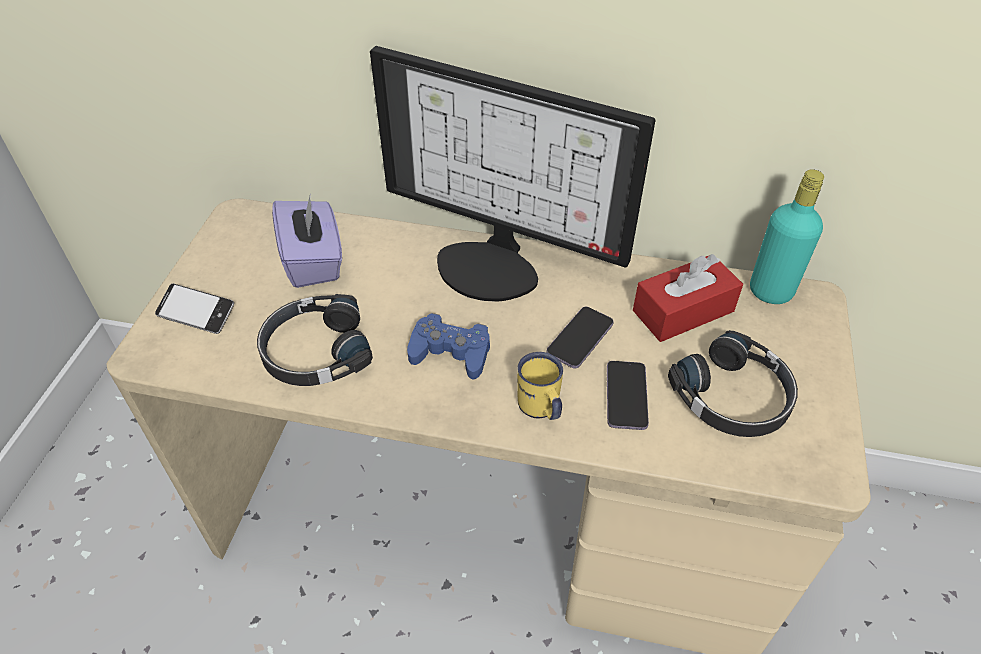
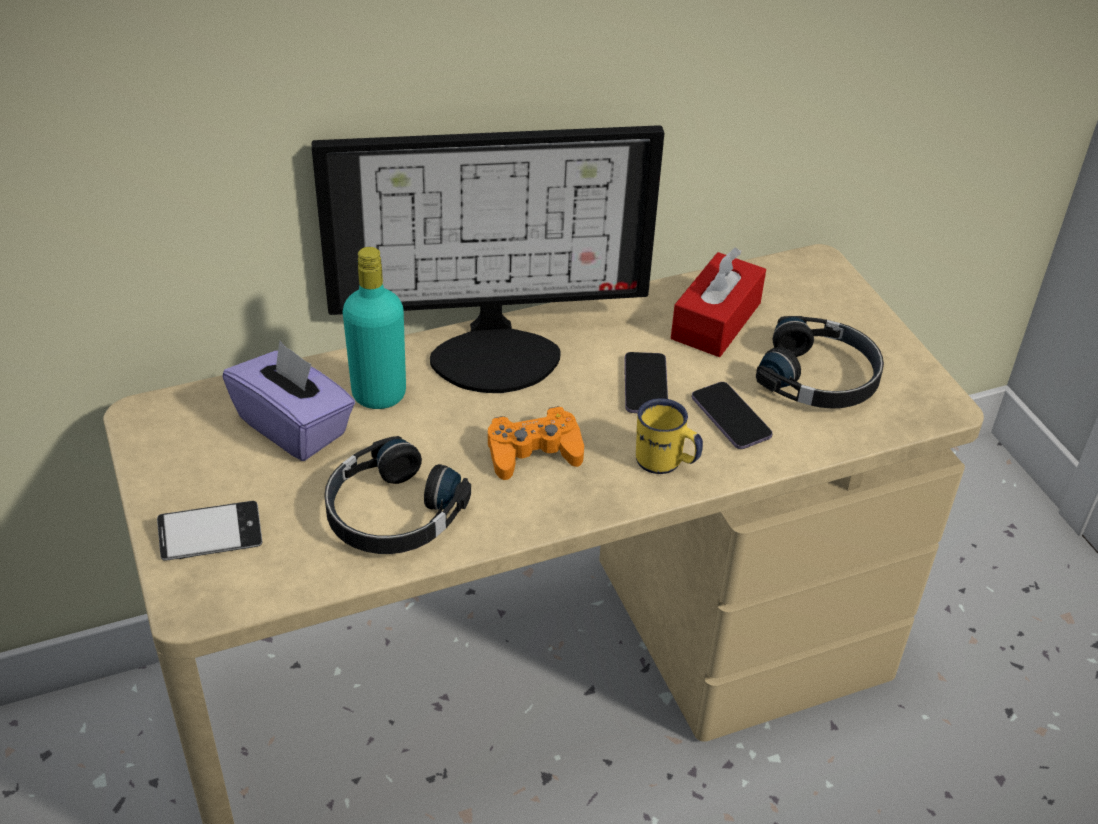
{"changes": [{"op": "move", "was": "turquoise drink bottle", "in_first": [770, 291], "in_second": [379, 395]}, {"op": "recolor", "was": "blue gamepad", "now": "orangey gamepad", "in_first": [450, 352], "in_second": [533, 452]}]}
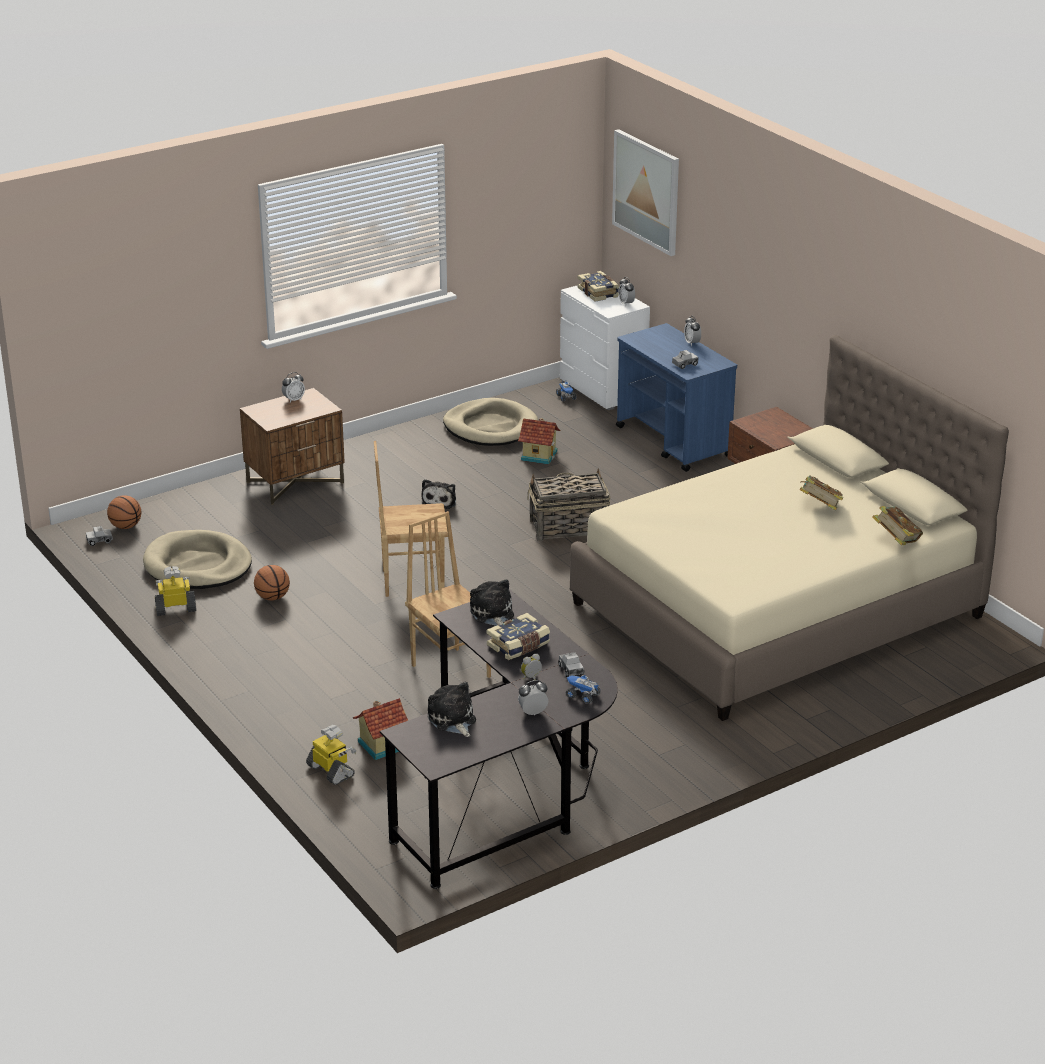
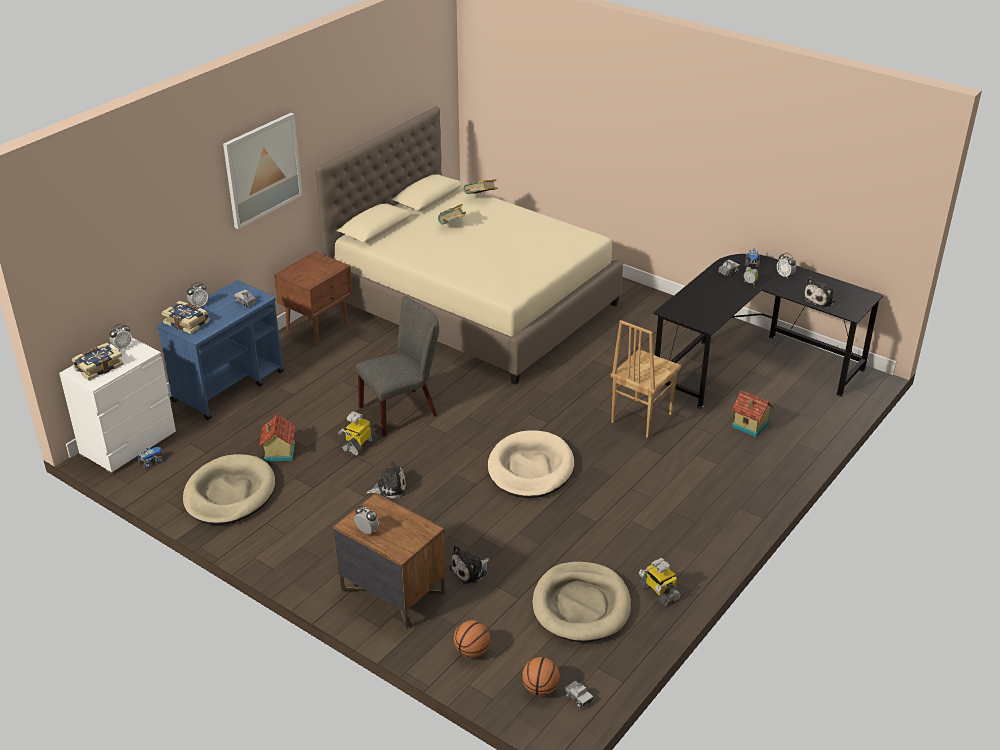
{"changes": [{"op": "move", "was": "bound book", "in_first": [519, 646], "in_second": [187, 322]}, {"op": "move", "was": "wall picture", "in_first": [646, 191], "in_second": [262, 169]}, {"op": "move", "was": "model robot", "in_first": [331, 771], "in_second": [358, 444]}, {"op": "replace", "was": "basket", "now": "grey chair", "in_first": [567, 527], "in_second": [403, 410]}, {"op": "move", "was": "plush toy", "in_first": [492, 614], "in_second": [470, 571]}, {"op": "move", "was": "ball for basketball", "in_first": [272, 597], "in_second": [472, 651]}, {"op": "replace", "was": "brown chair", "now": "beige dog cushion", "in_first": [412, 581], "in_second": [530, 468]}]}
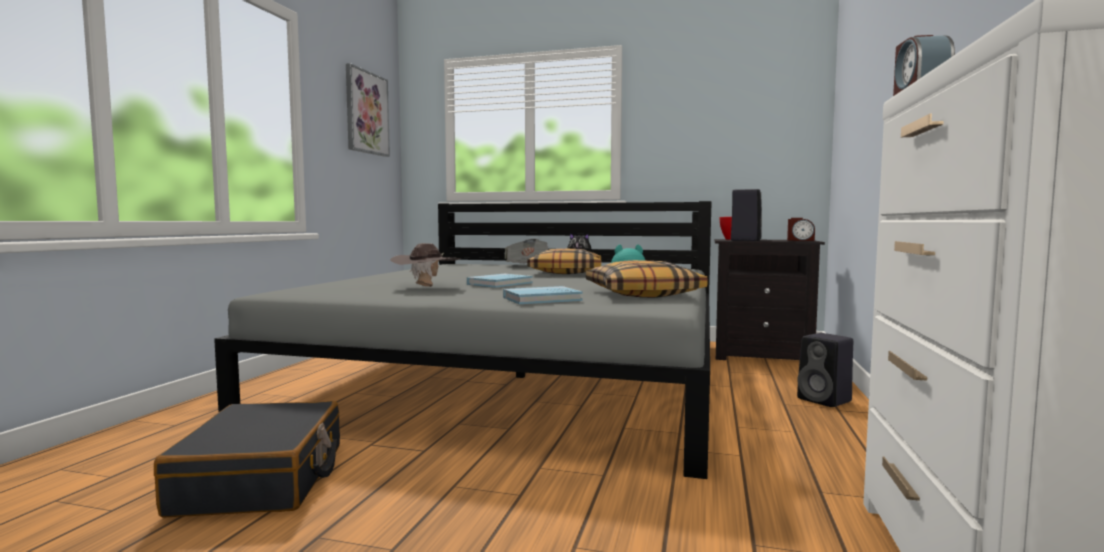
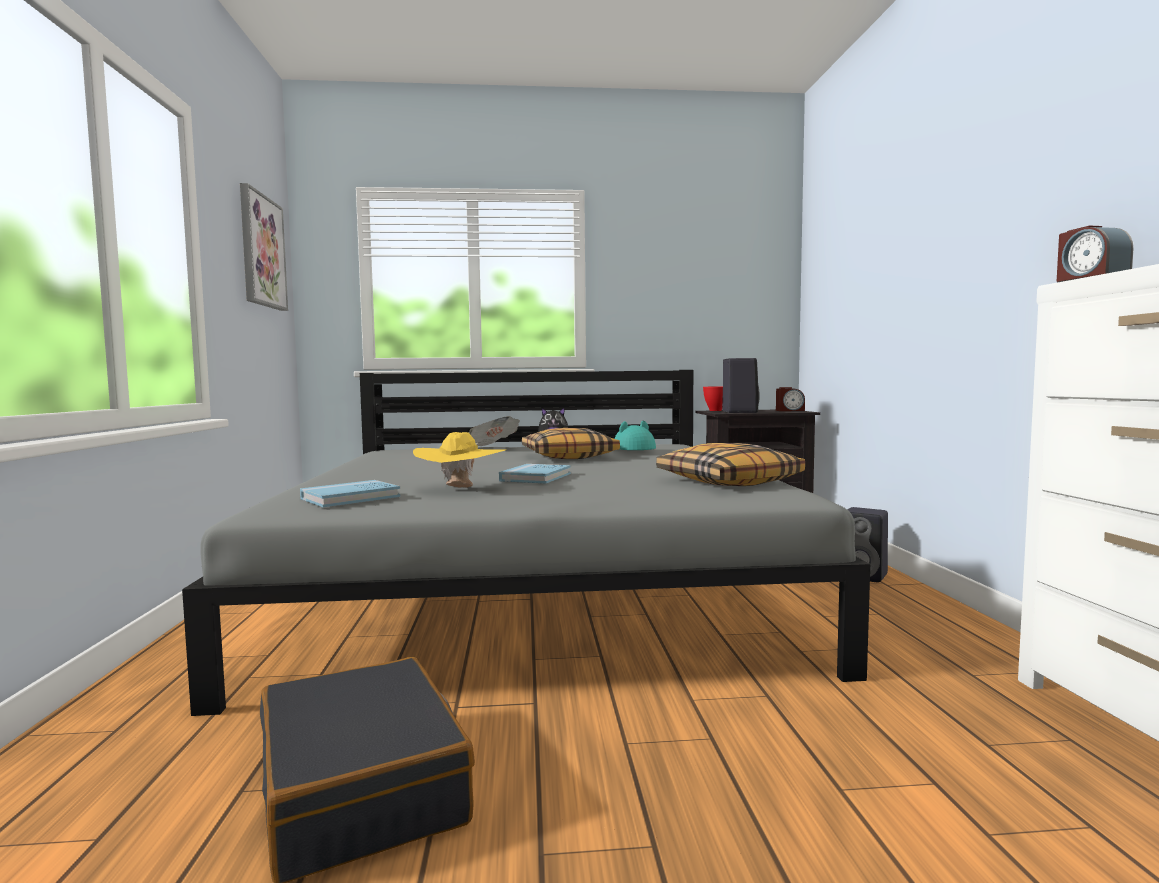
{"changes": [{"op": "move", "was": "blue bound book", "in_first": [542, 299], "in_second": [350, 497]}, {"op": "recolor", "was": "brown wearable hat", "now": "yellowish wearable hat", "in_first": [426, 288], "in_second": [461, 489]}]}
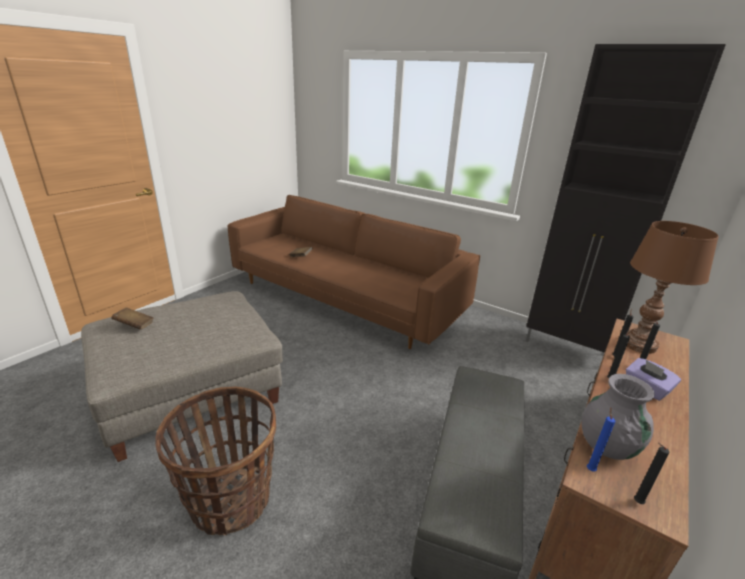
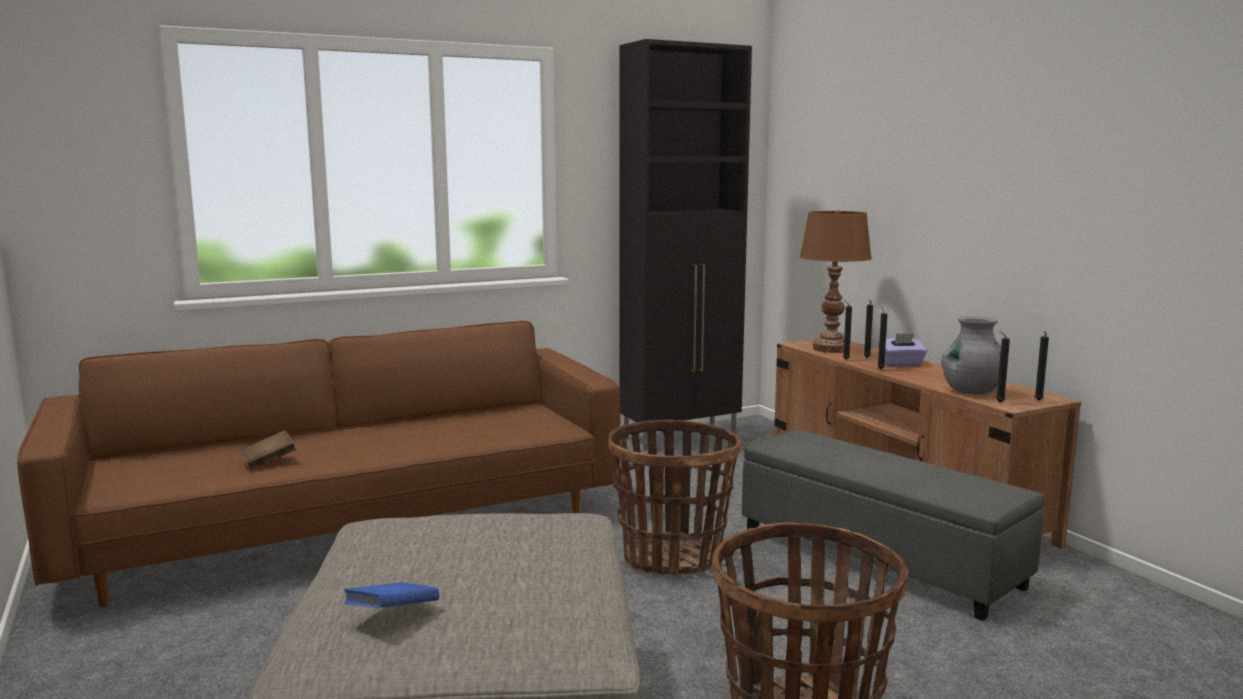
{"changes": [{"op": "recolor", "was": "brown bound book", "now": "blue bound book", "in_first": [135, 325], "in_second": [393, 615]}, {"op": "insert", "now": "basket", "in_second": [672, 557]}, {"op": "recolor", "was": "blue candle", "now": "black candle", "in_first": [590, 469], "in_second": [998, 402]}]}
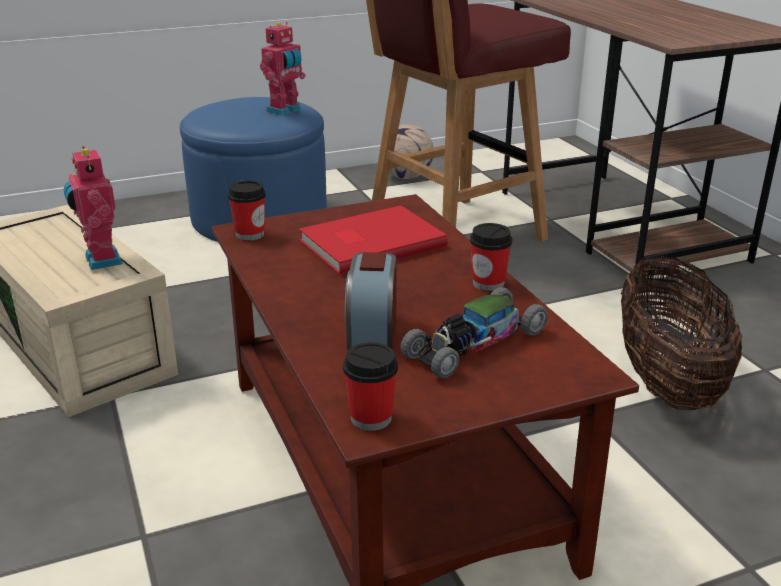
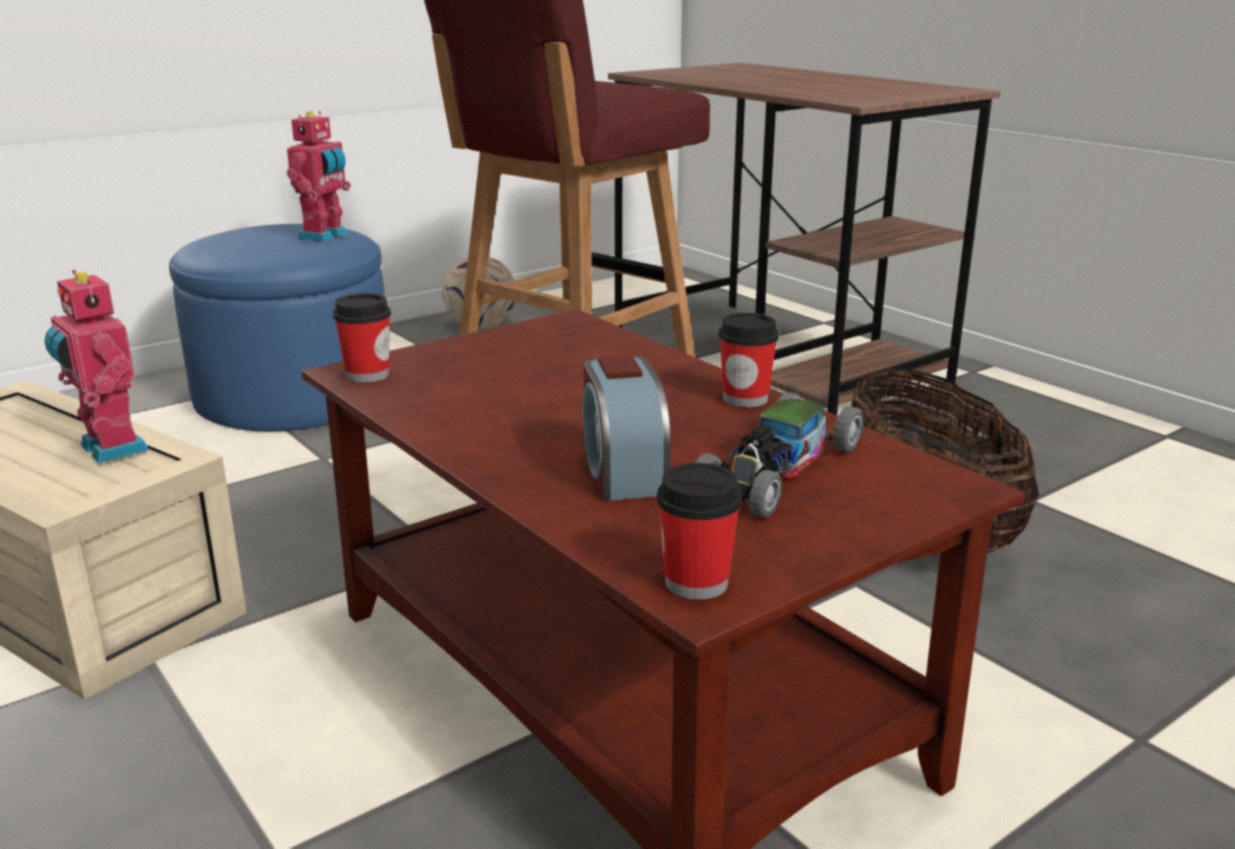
{"changes": [{"op": "delete", "was": "reddish bound book", "in_first": [369, 243]}]}
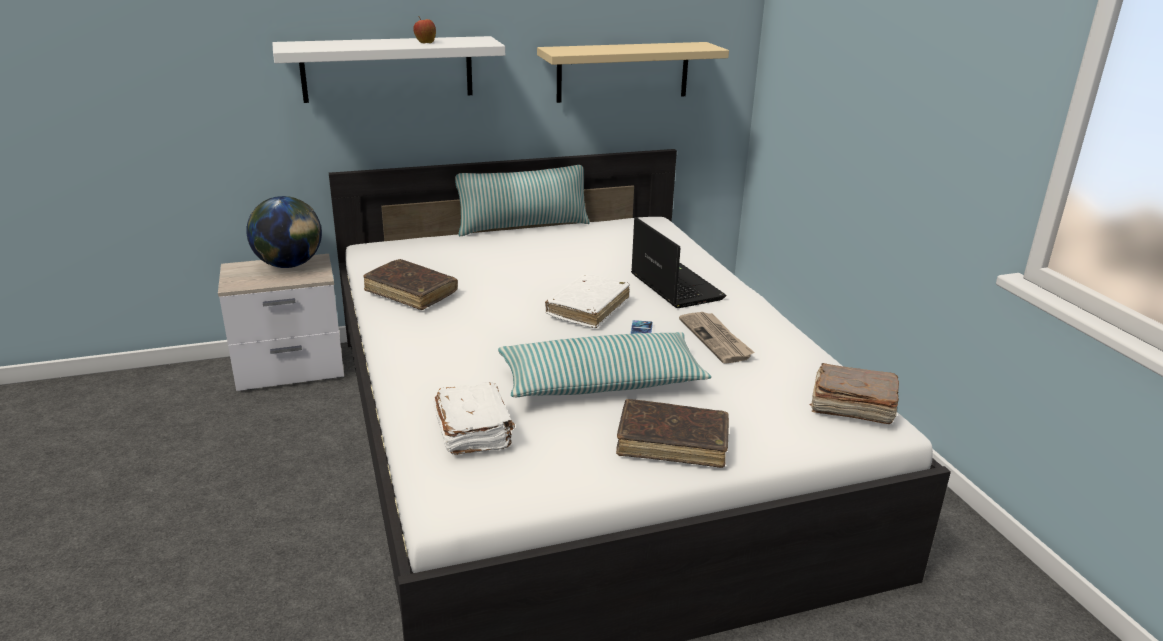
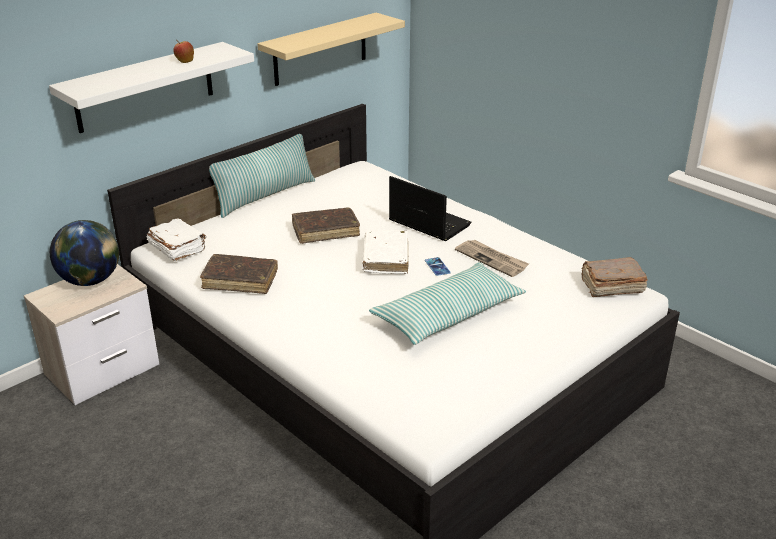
{"changes": [{"op": "move", "was": "white bound book", "in_first": [474, 432], "in_second": [177, 248]}, {"op": "move", "was": "brown bound book", "in_first": [672, 443], "in_second": [325, 231]}]}
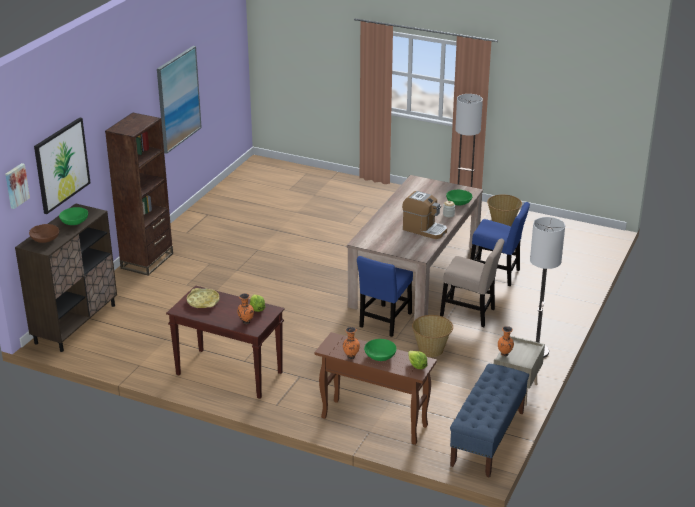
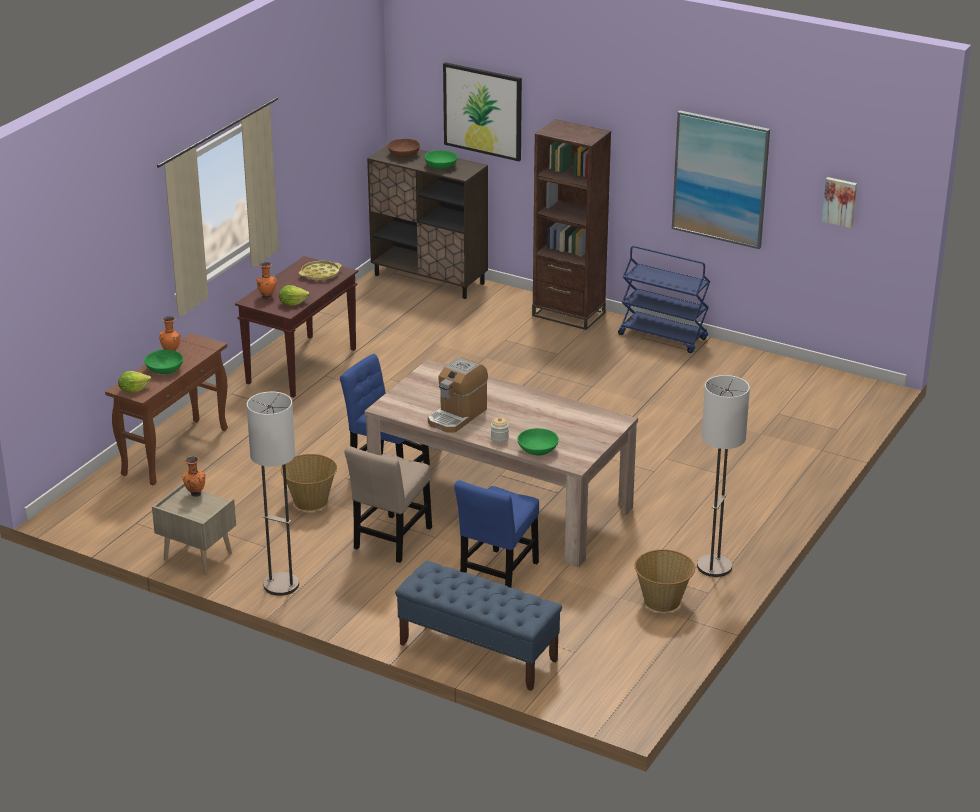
{"changes": [{"op": "move", "was": "blue bench", "in_first": [487, 439], "in_second": [477, 652]}, {"op": "insert", "now": "blue cart", "in_second": [663, 337]}, {"op": "move", "was": "wall picture", "in_first": [16, 185], "in_second": [840, 201]}]}
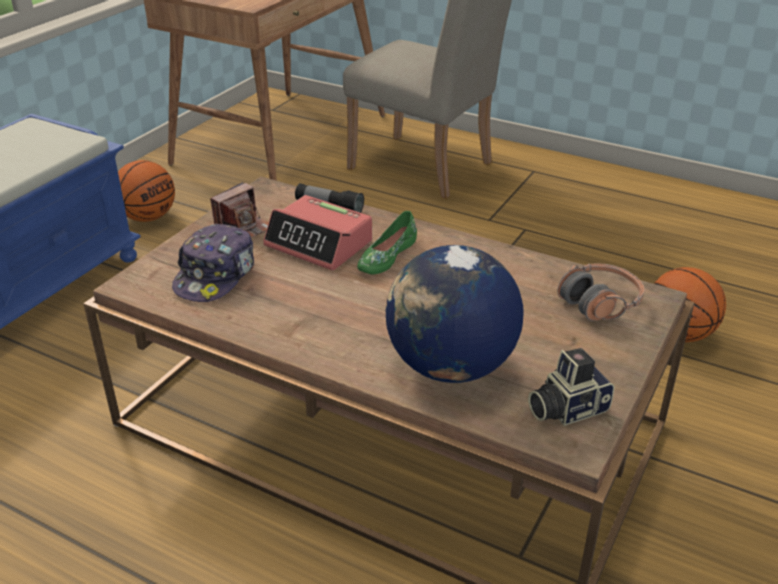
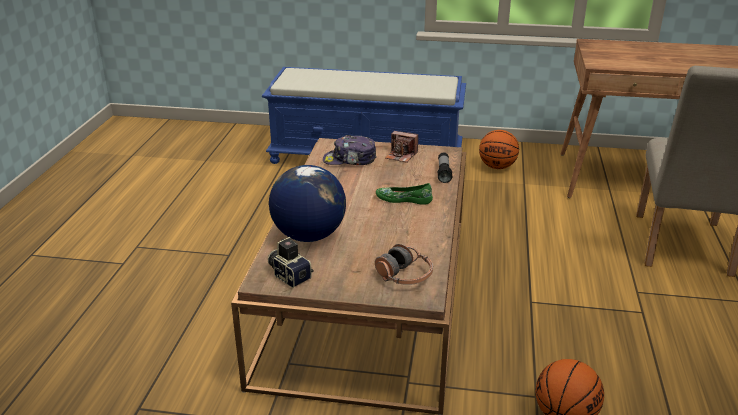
{"changes": [{"op": "delete", "was": "bedside clock", "in_first": [319, 244]}]}
